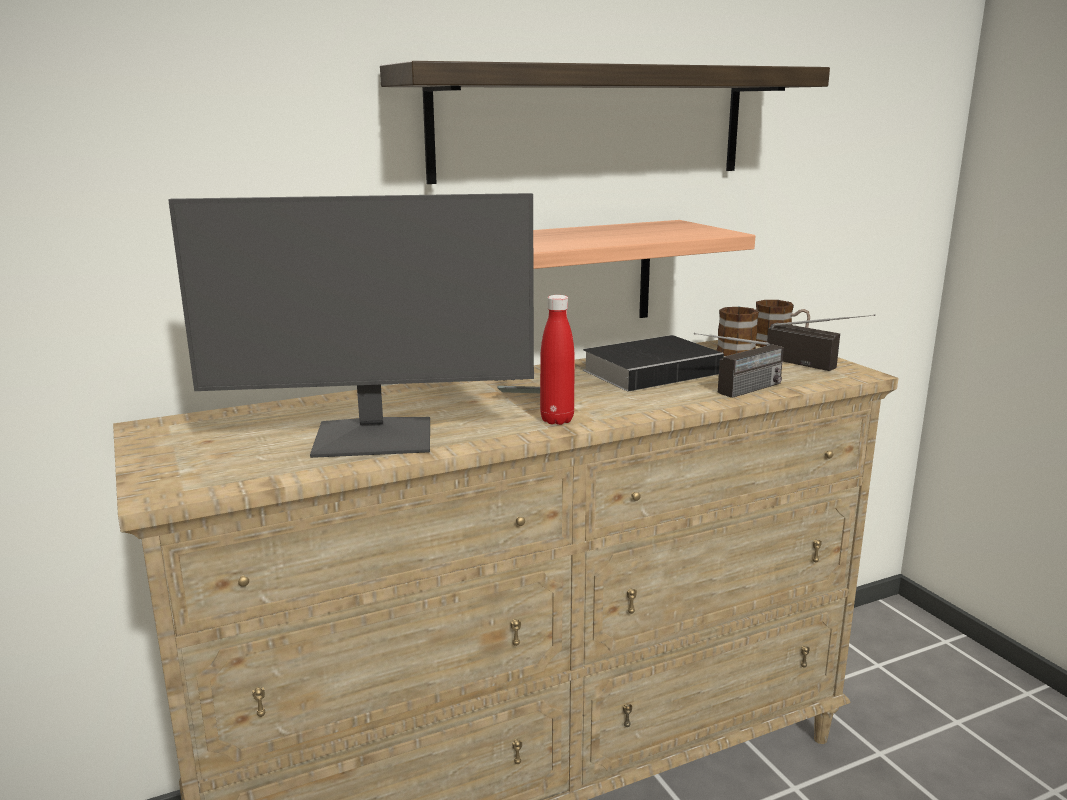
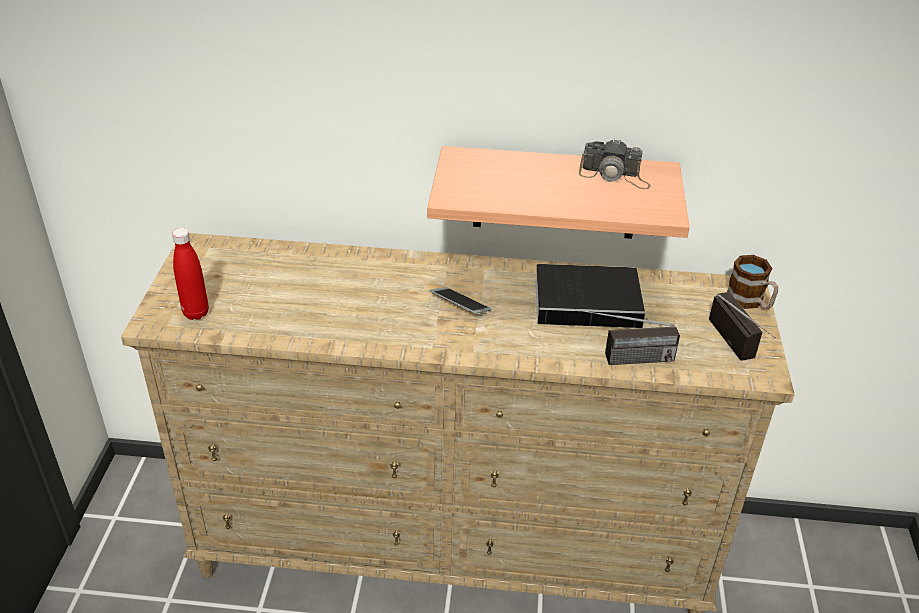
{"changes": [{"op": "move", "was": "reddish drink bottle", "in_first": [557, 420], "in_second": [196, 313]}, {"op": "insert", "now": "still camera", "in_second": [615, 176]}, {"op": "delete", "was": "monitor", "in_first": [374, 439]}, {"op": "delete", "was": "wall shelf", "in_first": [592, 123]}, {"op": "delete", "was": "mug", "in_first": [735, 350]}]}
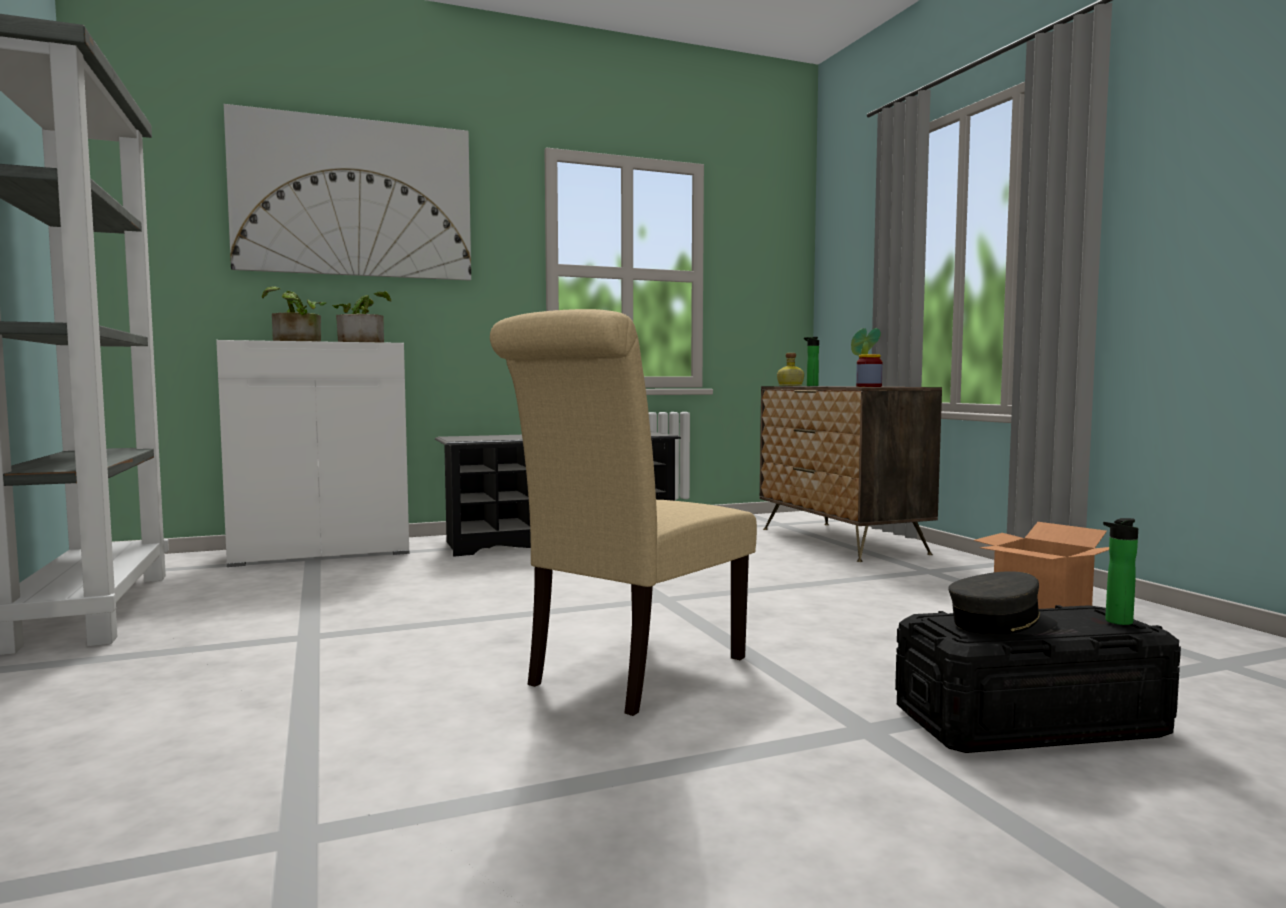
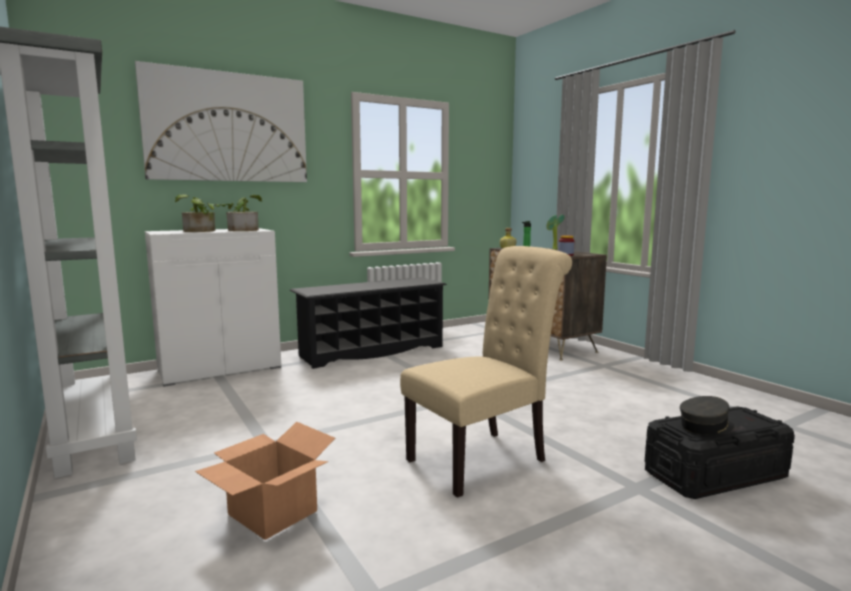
{"changes": [{"op": "move", "was": "packing box", "in_first": [1043, 606], "in_second": [274, 513]}, {"op": "rotate", "was": "beige chair", "in_first": [629, 674], "in_second": [484, 458], "clockwise": -150}, {"op": "delete", "was": "drink bottle", "in_first": [1116, 622]}]}
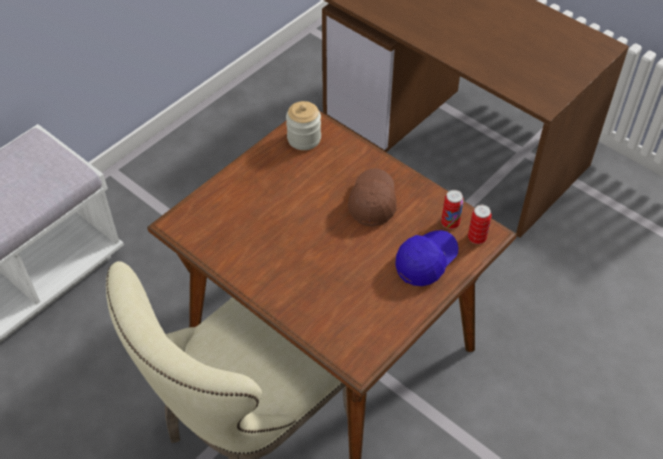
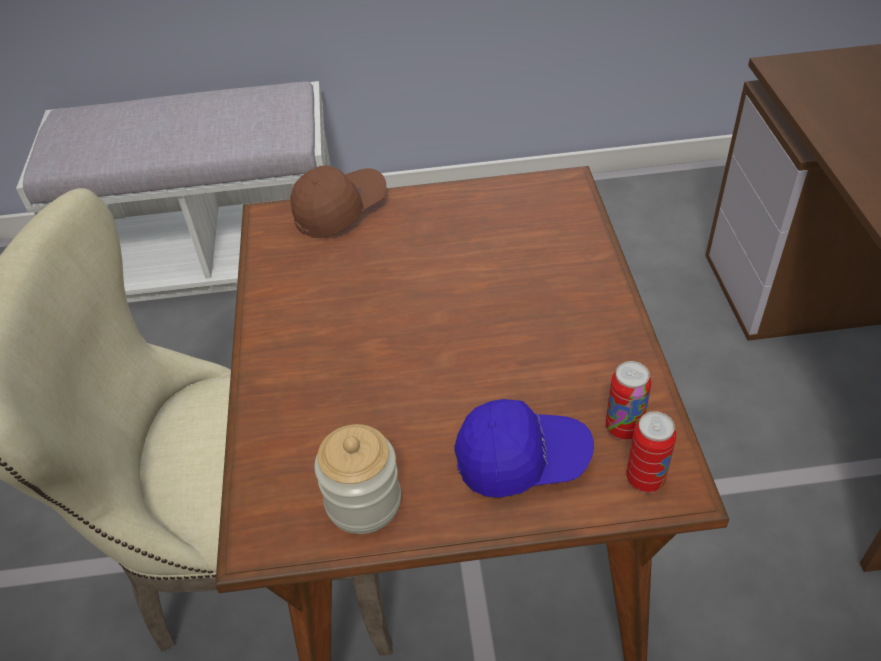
{"changes": [{"op": "move", "was": "brown cap", "in_first": [372, 202], "in_second": [340, 211]}, {"op": "move", "was": "preserve jar", "in_first": [304, 138], "in_second": [363, 502]}]}
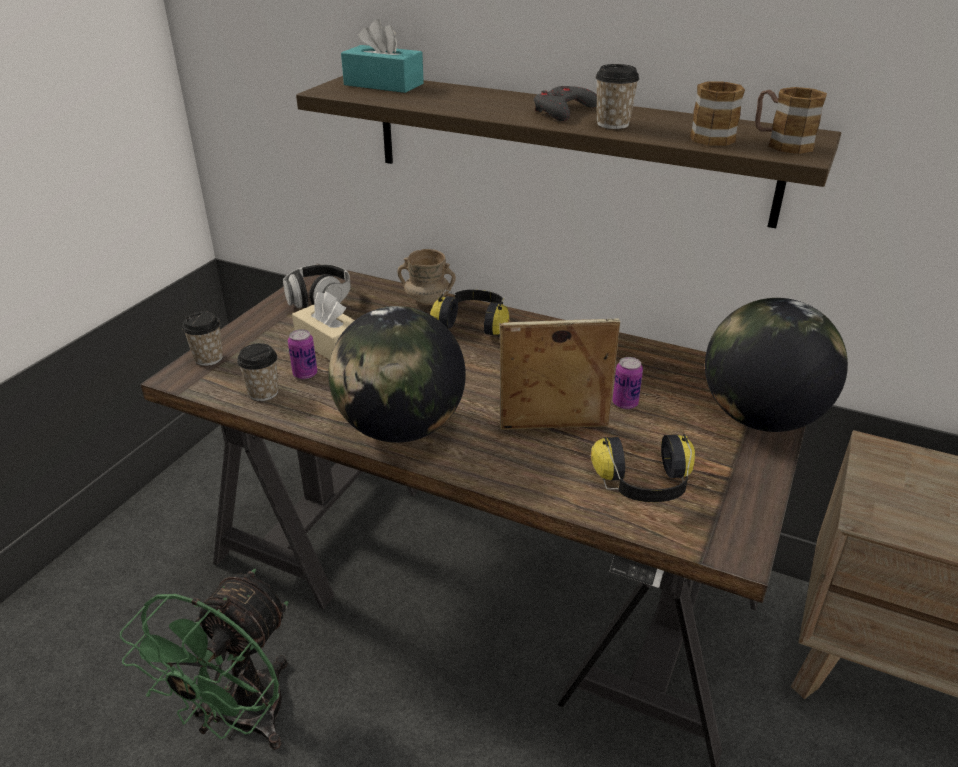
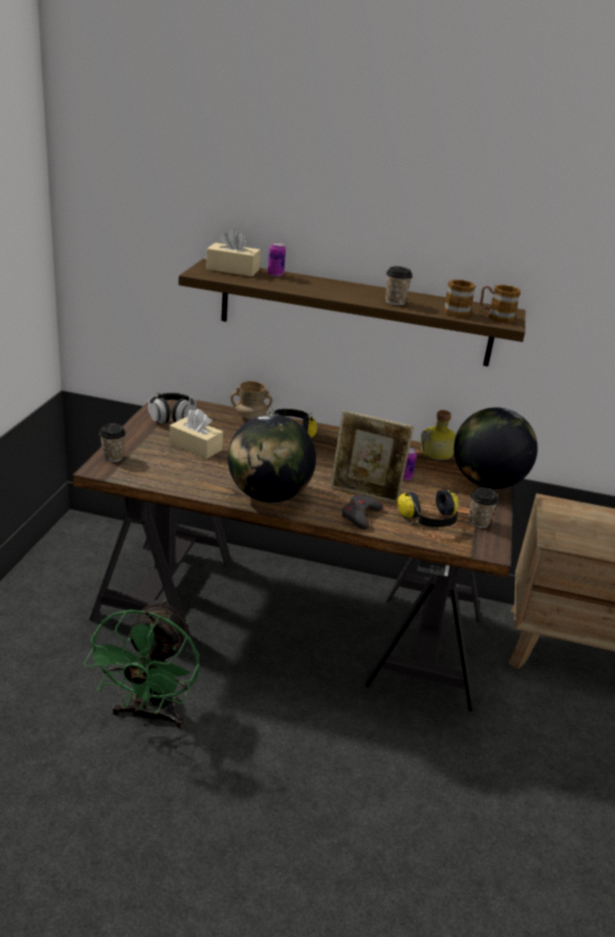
{"changes": [{"op": "recolor", "was": "turquoise tissue box", "now": "beige tissue box", "in_first": [383, 84], "in_second": [232, 269]}, {"op": "move", "was": "metal can", "in_first": [305, 374], "in_second": [275, 275]}, {"op": "rotate", "was": "photo frame", "in_first": [553, 430], "in_second": [365, 493], "clockwise": -150}, {"op": "move", "was": "grey gamepad", "in_first": [563, 111], "in_second": [360, 515]}, {"op": "insert", "now": "drink bottle", "in_second": [437, 453]}, {"op": "move", "was": "cup", "in_first": [263, 393], "in_second": [478, 522]}]}
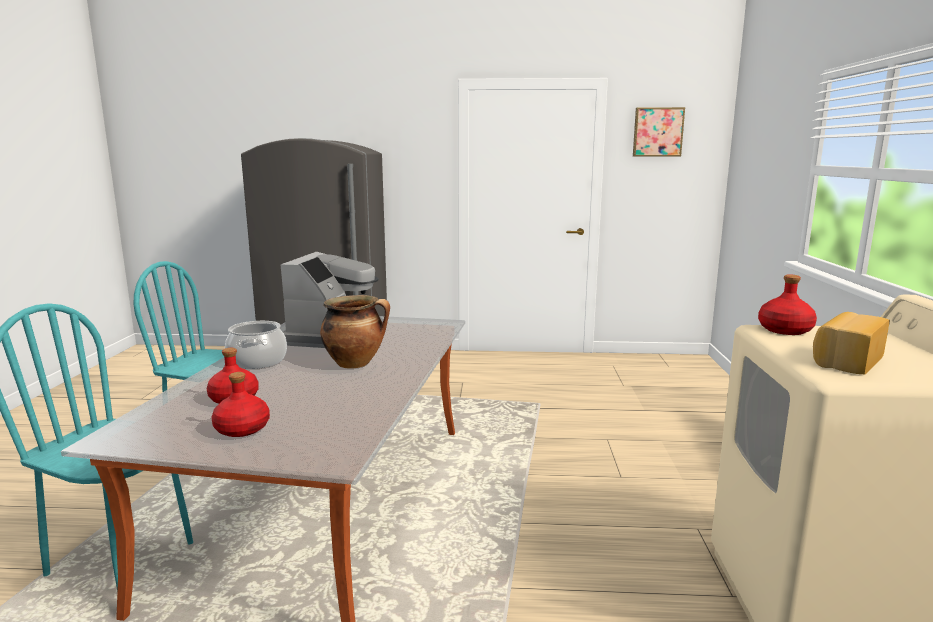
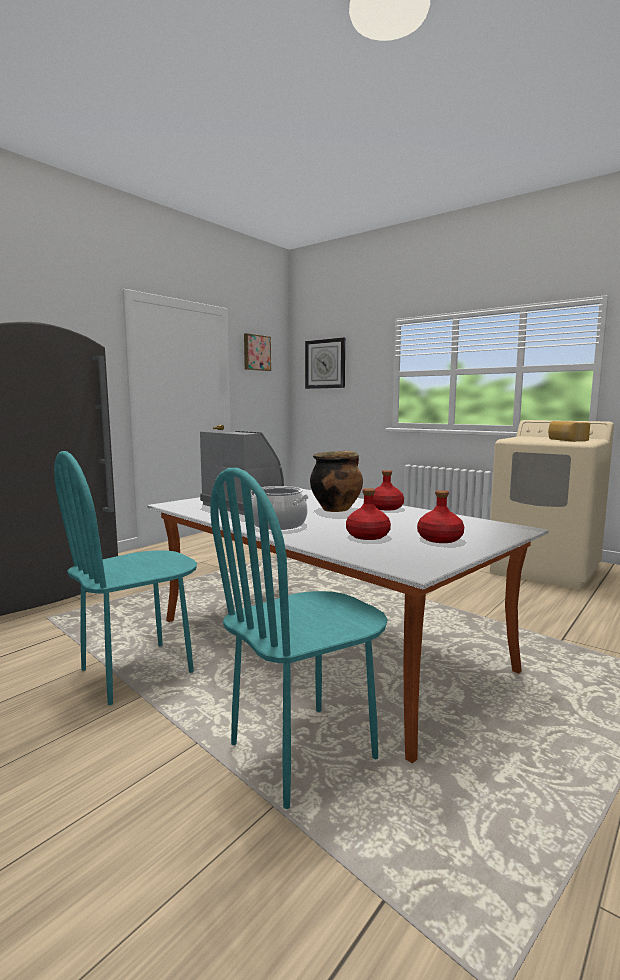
{"changes": [{"op": "insert", "now": "wall clock", "in_second": [325, 364]}, {"op": "move", "was": "reddish drink bottle", "in_first": [784, 330], "in_second": [386, 508]}]}
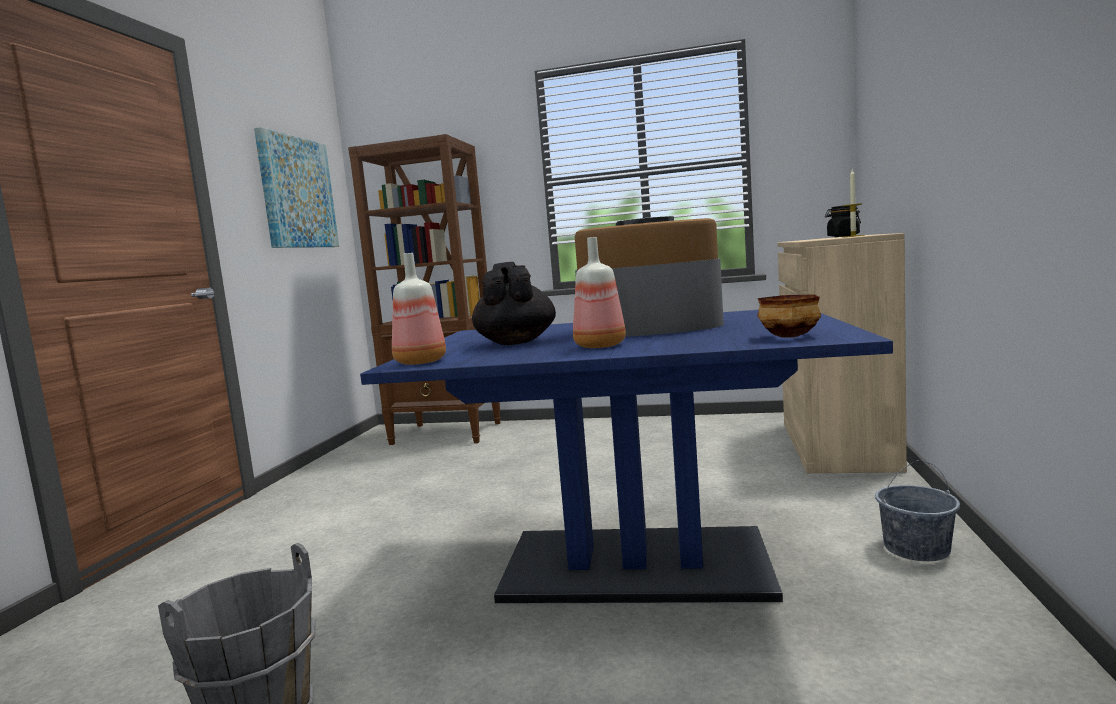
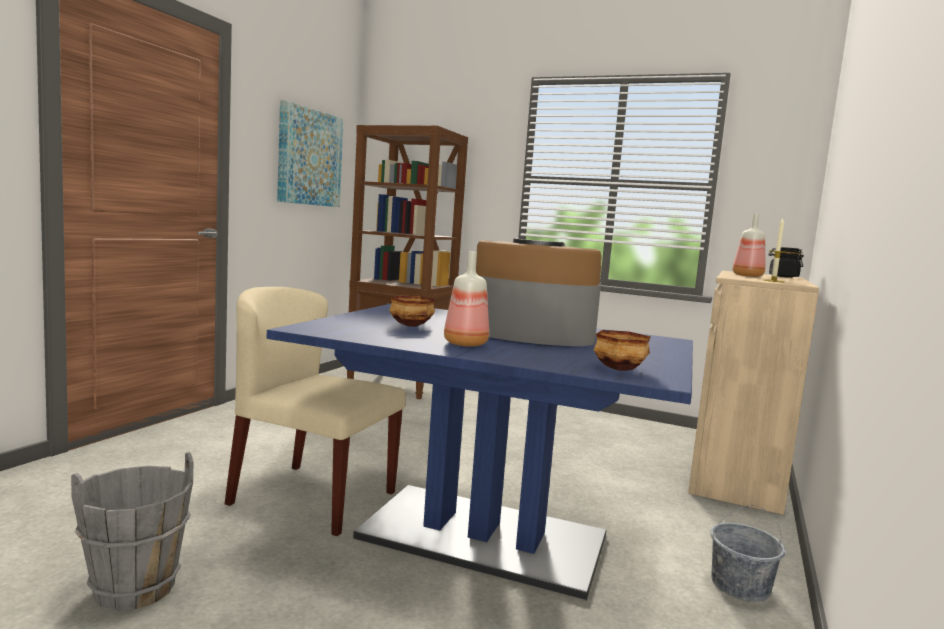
{"changes": [{"op": "insert", "now": "beige chair", "in_second": [312, 497]}, {"op": "replace", "was": "black pot for tea", "now": "bowl", "in_first": [516, 342], "in_second": [412, 325]}, {"op": "move", "was": "drink bottle", "in_first": [420, 362], "in_second": [748, 276]}]}
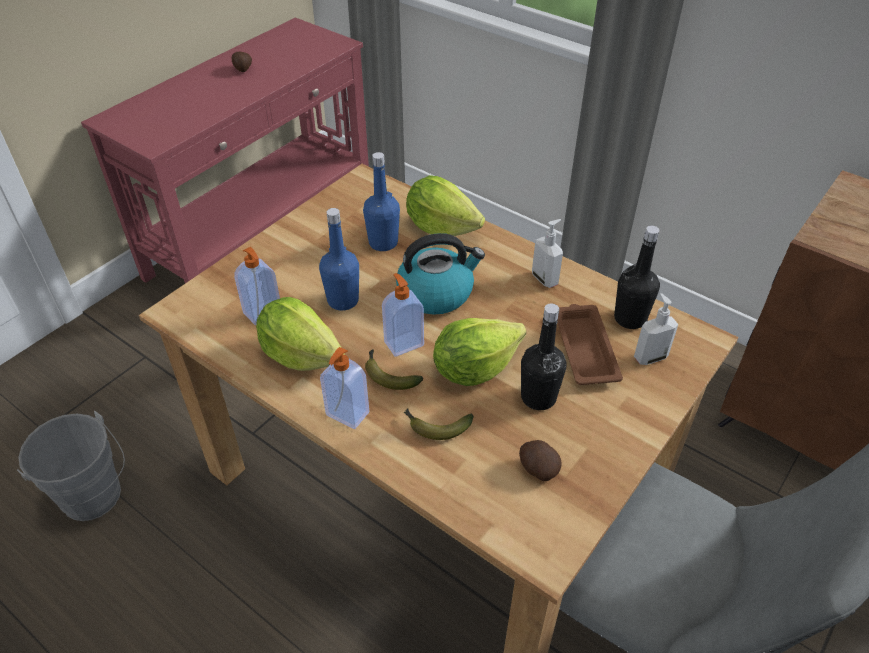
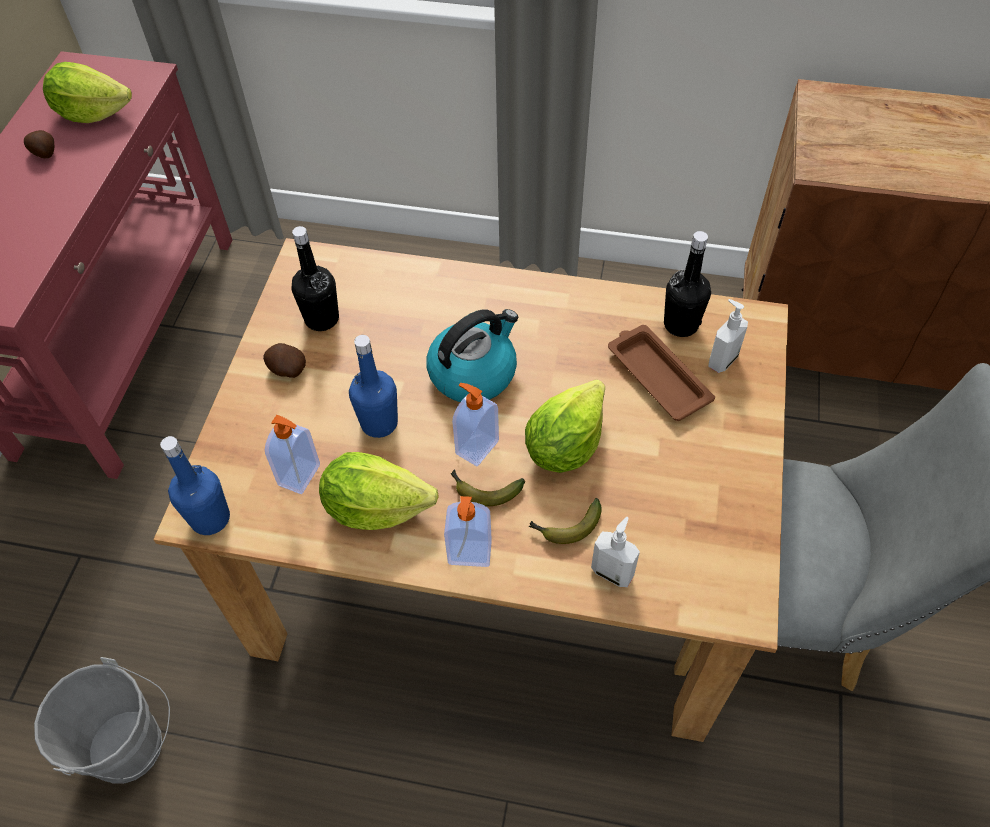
{"changes": [{"op": "move", "was": "lettuce", "in_first": [441, 227], "in_second": [92, 113]}, {"op": "move", "was": "blue drink bottle", "in_first": [383, 243], "in_second": [210, 518]}, {"op": "move", "was": "spud", "in_first": [537, 469], "in_second": [286, 370]}, {"op": "move", "was": "black drink bottle", "in_first": [538, 397], "in_second": [322, 319]}, {"op": "move", "was": "soap dispenser", "in_first": [545, 279], "in_second": [612, 572]}]}
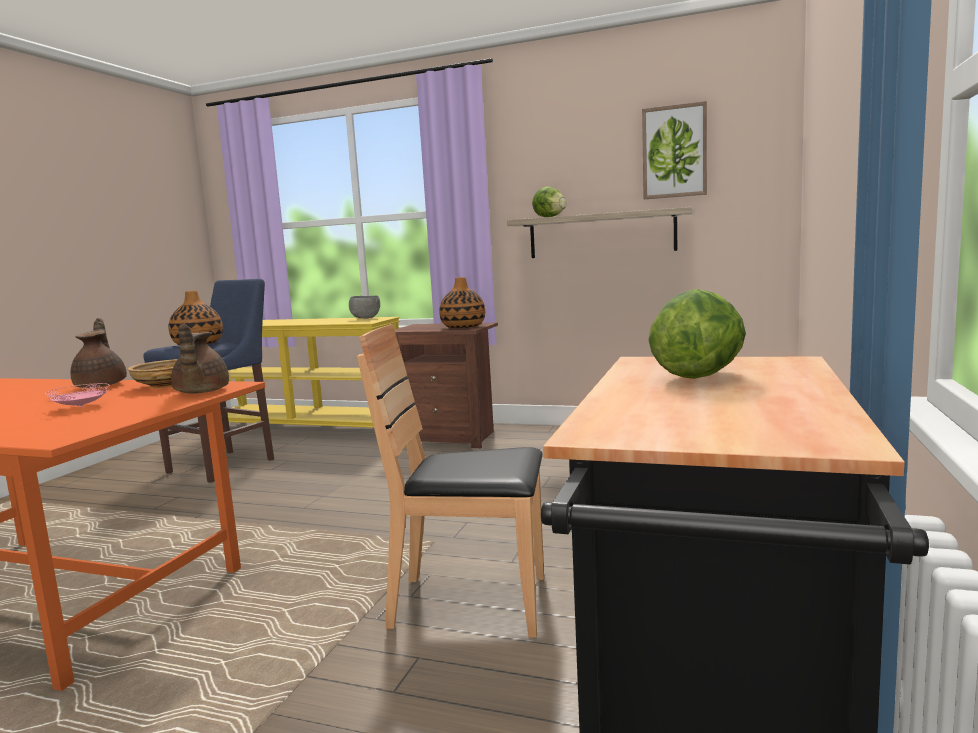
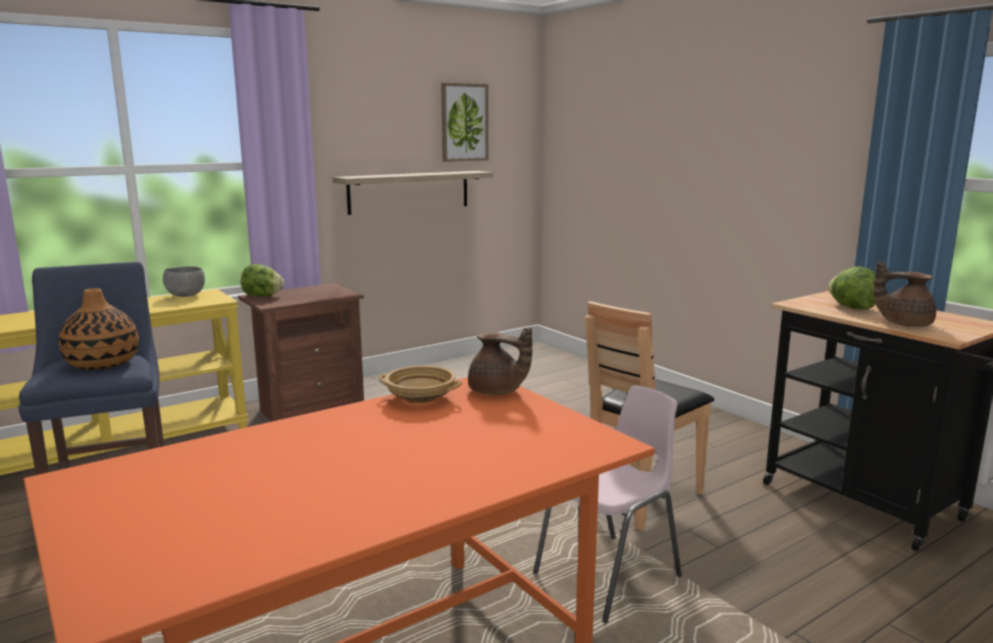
{"changes": [{"op": "move", "was": "lettuce", "in_first": [550, 217], "in_second": [262, 296]}, {"op": "insert", "now": "pink-coloured chair", "in_second": [610, 576]}, {"op": "move", "was": "brown pot for tea", "in_first": [102, 385], "in_second": [903, 323]}, {"op": "delete", "was": "pink-coloured plate", "in_first": [80, 407]}, {"op": "delete", "was": "flower vase", "in_first": [463, 327]}]}
